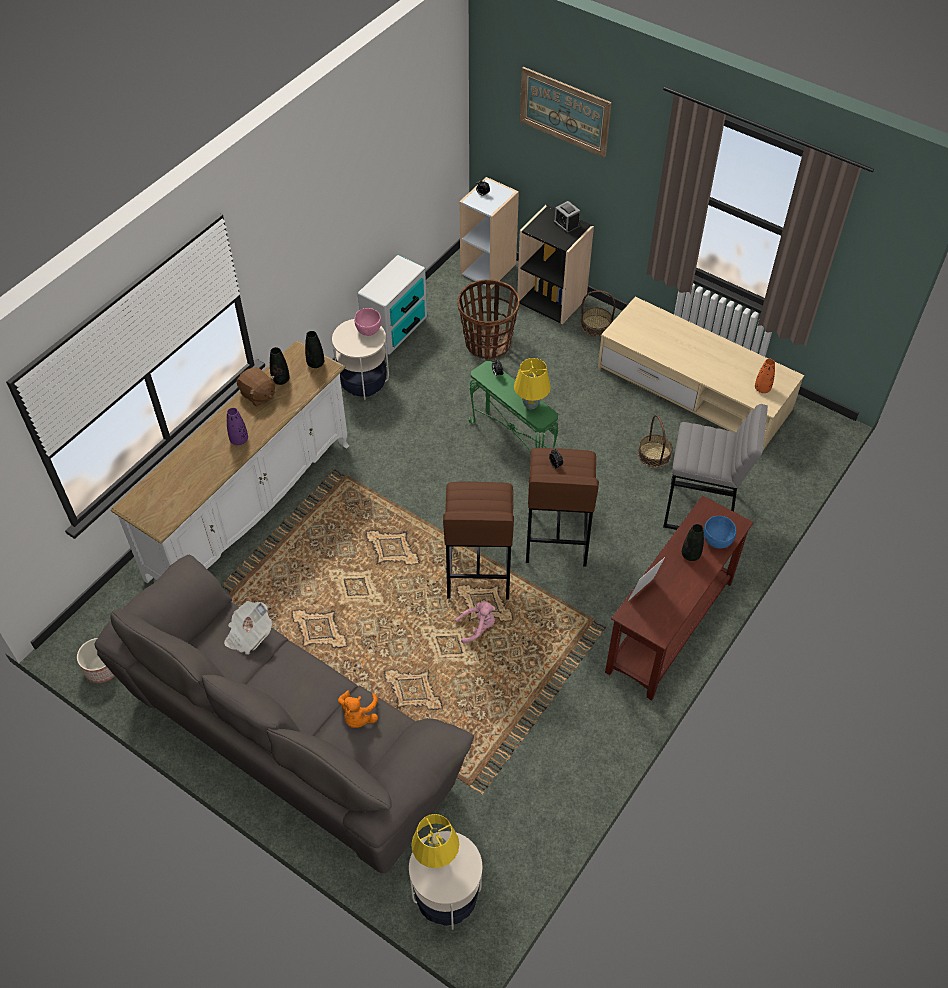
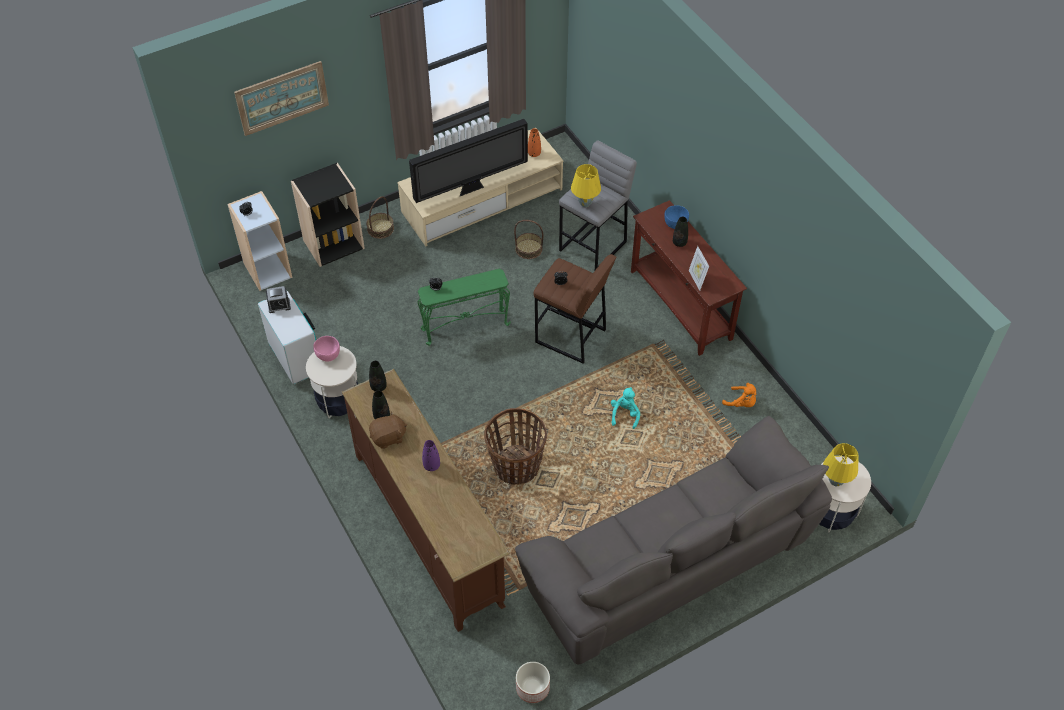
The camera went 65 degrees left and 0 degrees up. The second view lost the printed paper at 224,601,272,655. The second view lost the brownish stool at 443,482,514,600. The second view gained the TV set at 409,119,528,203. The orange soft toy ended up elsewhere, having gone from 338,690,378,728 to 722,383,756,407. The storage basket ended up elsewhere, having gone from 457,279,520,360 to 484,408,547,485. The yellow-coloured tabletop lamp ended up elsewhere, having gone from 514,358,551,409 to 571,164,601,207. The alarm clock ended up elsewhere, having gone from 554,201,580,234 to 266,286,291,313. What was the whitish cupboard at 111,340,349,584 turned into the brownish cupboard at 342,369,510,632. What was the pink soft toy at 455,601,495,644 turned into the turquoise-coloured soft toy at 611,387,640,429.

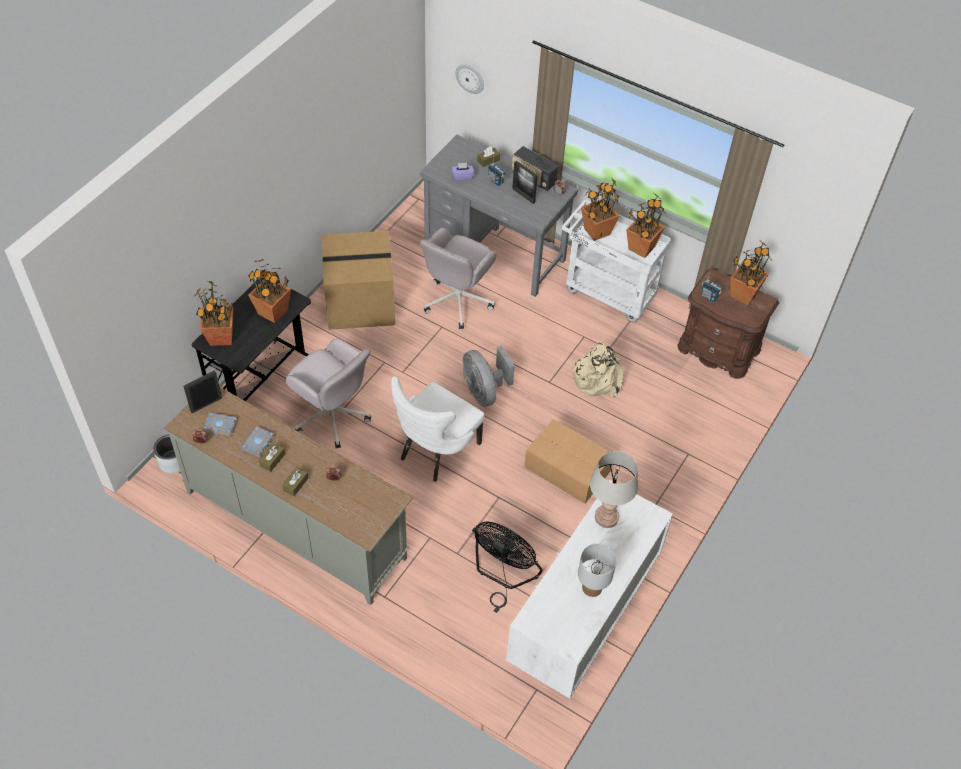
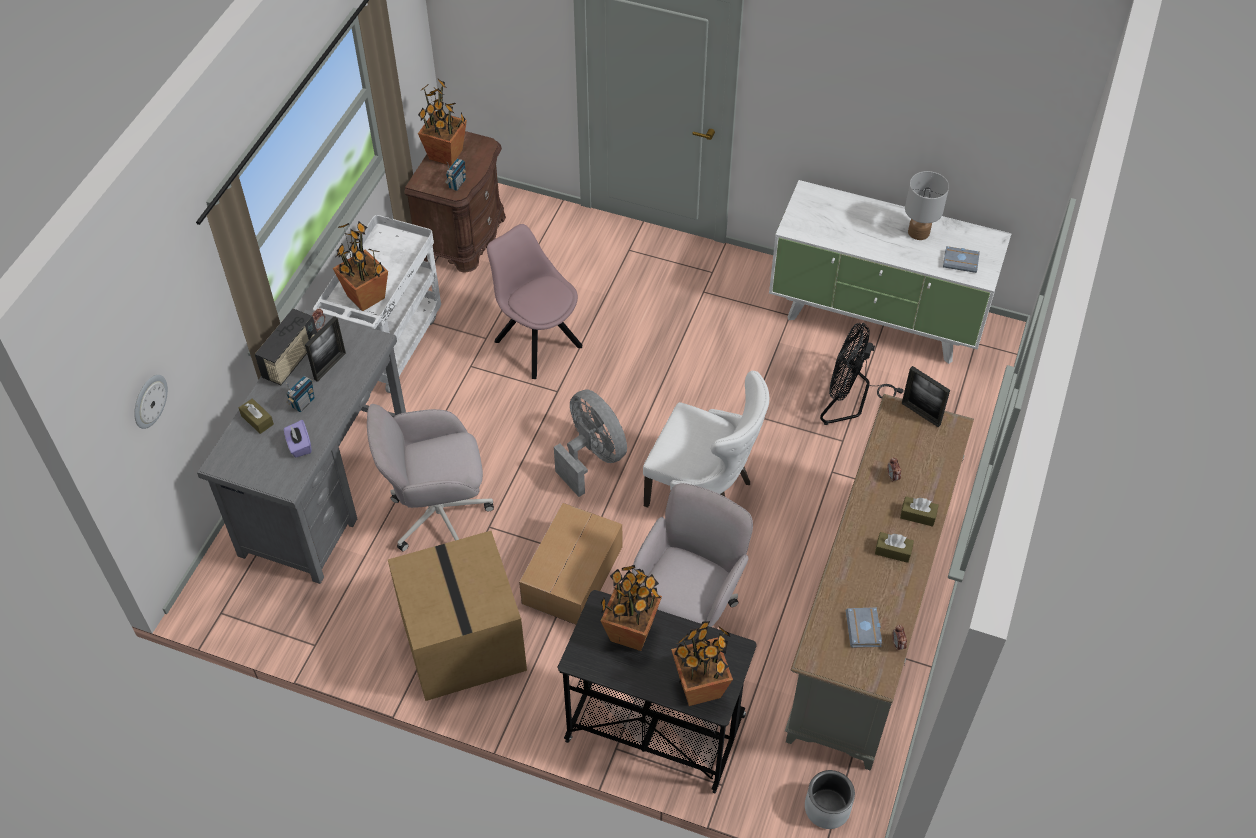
The camera went 100 degrees left and 0 degrees up. The second view lost the grey tabletop lamp at 590,451,638,528. The second view lost the potted plant at 626,194,665,258. The photo frame ended up elsewhere, having gone from 183,370,222,413 to 902,366,950,427. The grey volume ended up elsewhere, having gone from 241,426,275,458 to 943,246,980,273. The carton ended up elsewhere, having gone from 524,418,612,504 to 519,503,622,625. Where the beige backpack stood at 570,343,623,398, the pink upright chair came to stand at 487,224,582,379. The grey office chair at 420,227,497,329 ended up facing another way, 150 degrees clockwise from before. The grey cooling fan at 463,346,515,407 ended up facing another way, 90 degrees counterclockwise from before.

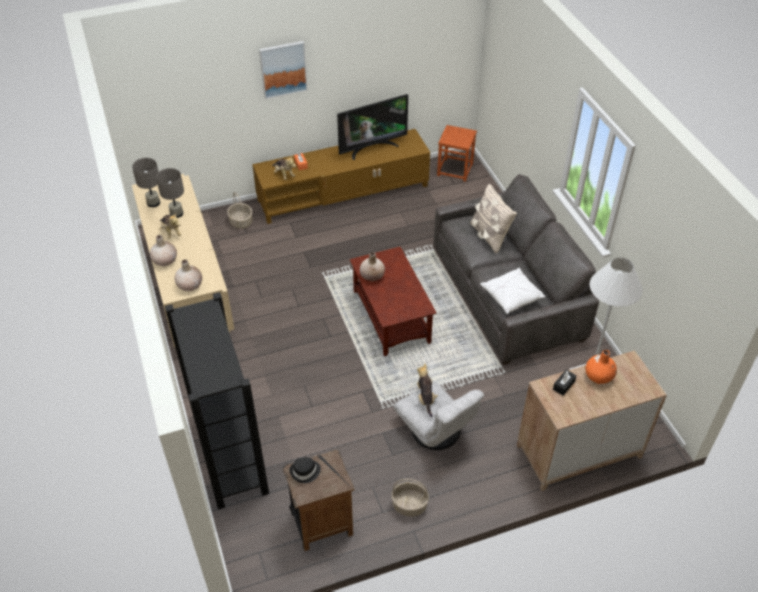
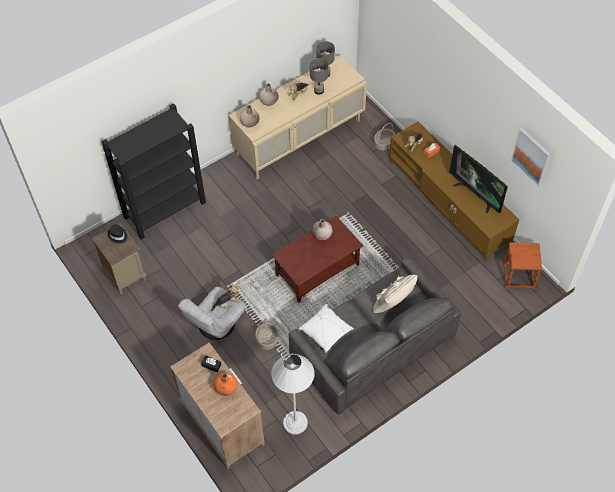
The camera went 75 degrees right and 10 degrees up. The wall art ended up elsewhere, having gone from 259,41,308,99 to 511,128,550,186. The storage basket ended up elsewhere, having gone from 391,479,429,516 to 255,319,279,350. What was the blackish night table at 283,450,355,551 turned into the beige night table at 92,223,147,294.

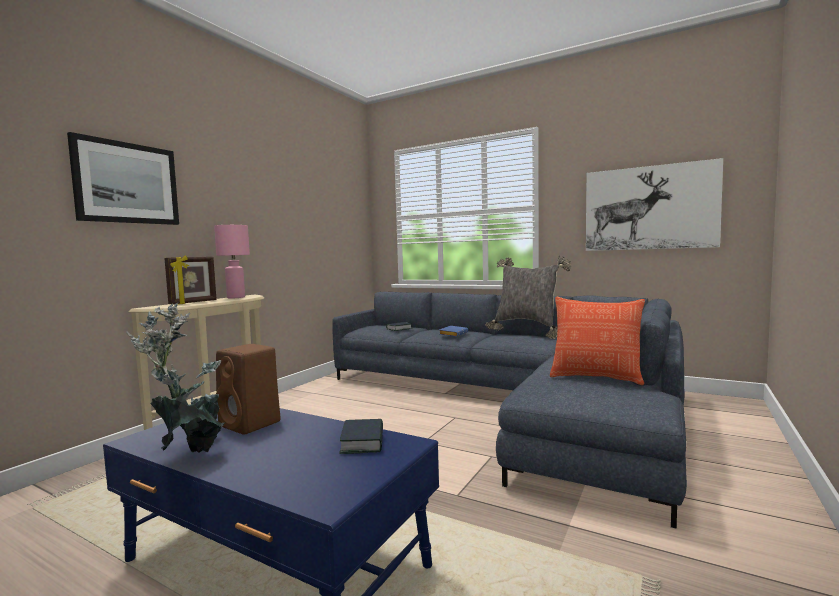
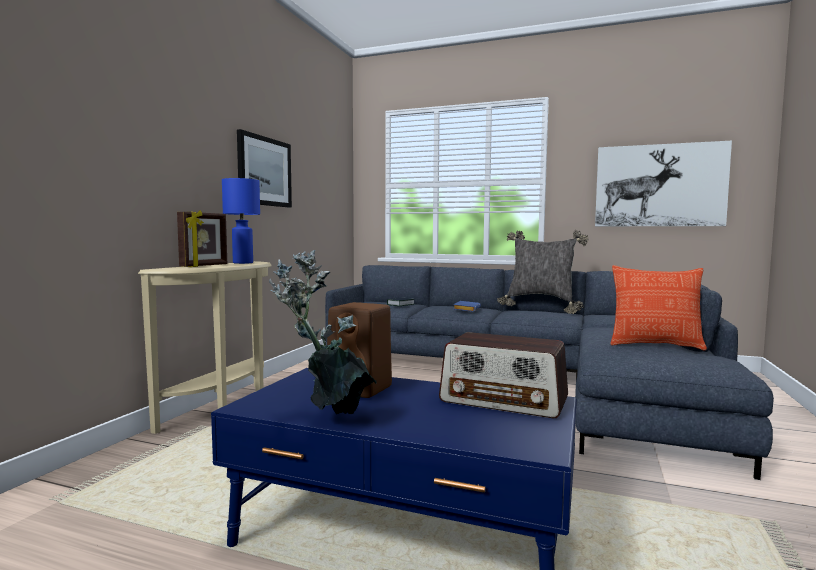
The camera went 10 degrees left and 0 degrees up. The wall art ended up elsewhere, having gone from 67,132,179,225 to 237,129,292,207. Where the volume stood at 339,419,383,454, the radio receiver came to stand at 439,332,568,418. What was the pink tabletop lamp at 214,225,250,299 turned into the blue tabletop lamp at 222,178,260,264.

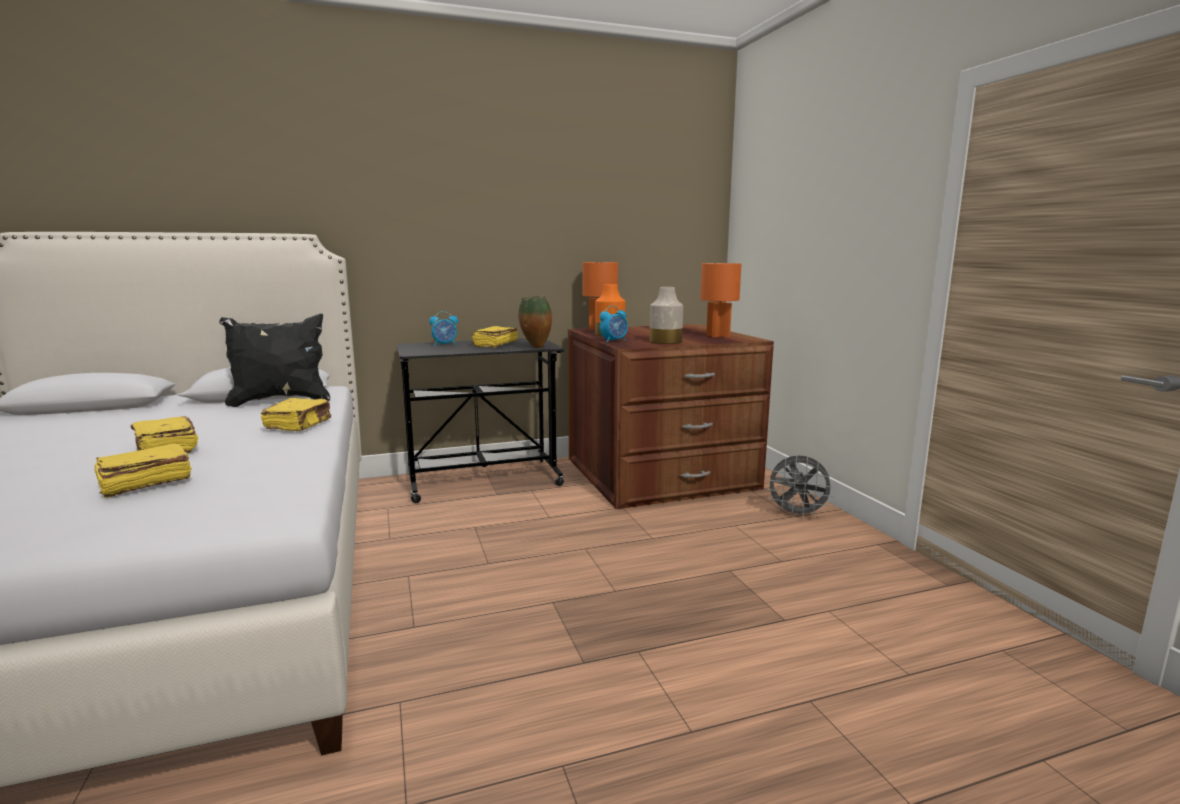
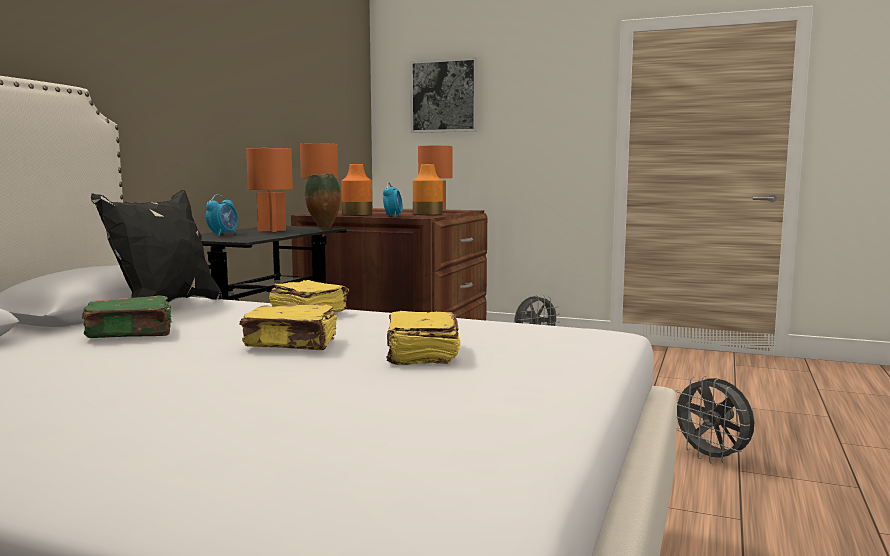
The camera went 50 degrees left and 5 degrees down. The second view gained the green-coloured volume at 82,295,171,338. The second view gained the wall art at 410,57,478,133. The second view gained the grey cooling fan at 675,376,754,463. Where the yellow-coloured volume stood at 472,326,518,348, the orange tabletop lamp came to stand at 246,148,293,232. What was the beige vase at 649,287,683,344 turned into the orange vase at 413,164,443,215.

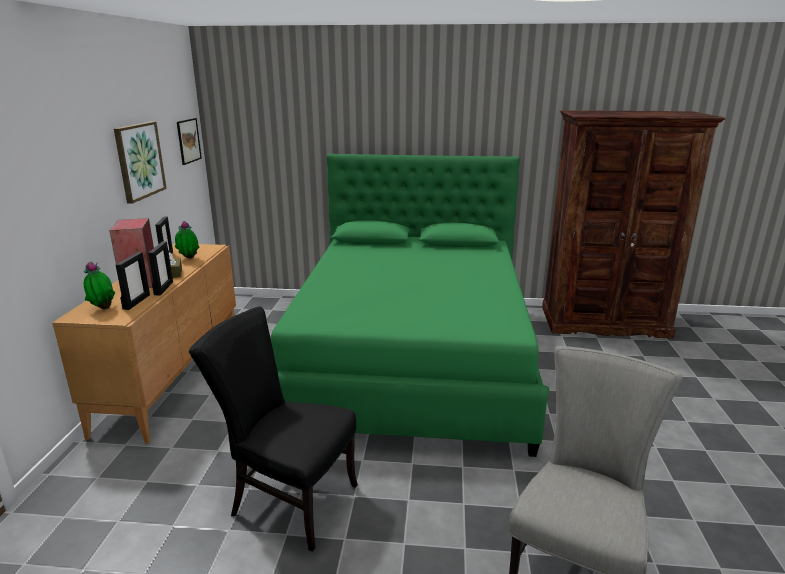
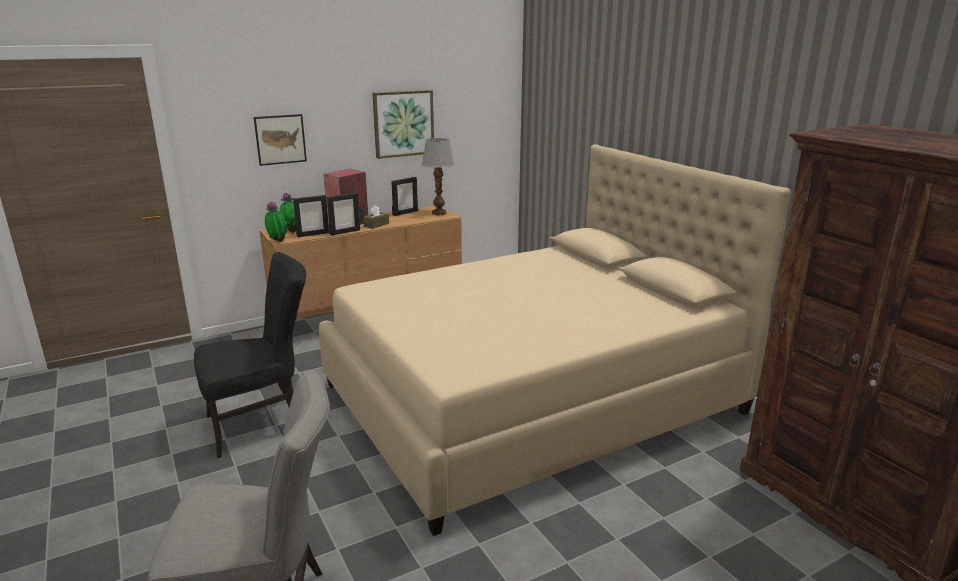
The camera went 55 degrees right and 0 degrees up. The second view gained the tabletop lamp at 422,138,454,215. The potted plant ended up elsewhere, having gone from 175,221,199,259 to 265,202,288,242. The wall art ended up elsewhere, having gone from 177,118,202,165 to 254,114,307,166. What was the green-coloured bed at 270,154,549,457 turned into the beige bed at 319,144,791,536. The blackish upright chair at 188,306,358,552 ended up facing another way, 75 degrees clockwise from before.

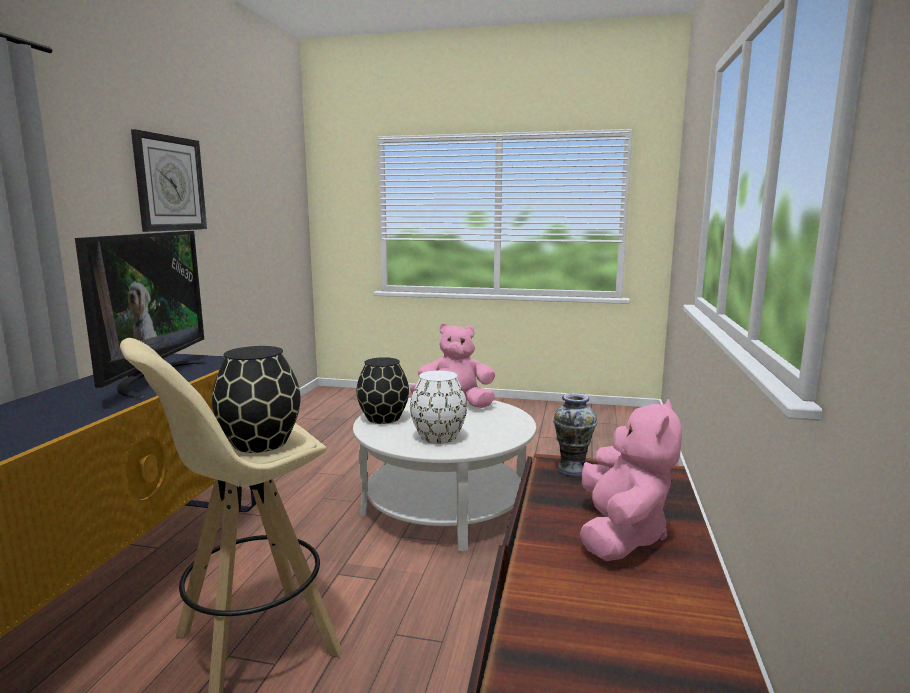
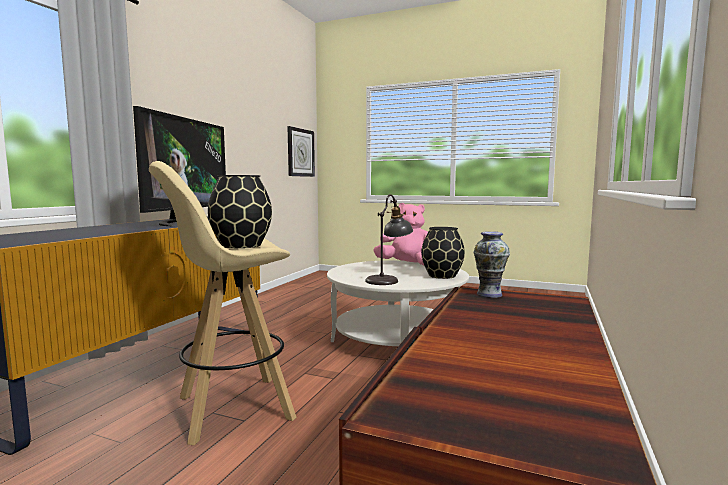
The camera went 10 degrees right and 5 degrees down. The second view lost the pink soft toy at 580,399,682,561. The hanging clock ended up elsewhere, having gone from 131,129,207,232 to 288,126,315,177. The blackish vase ended up elsewhere, having gone from 356,357,409,424 to 421,227,465,279. Where the whitish vase stood at 410,370,467,443, the grey tabletop lamp came to stand at 365,194,413,285.

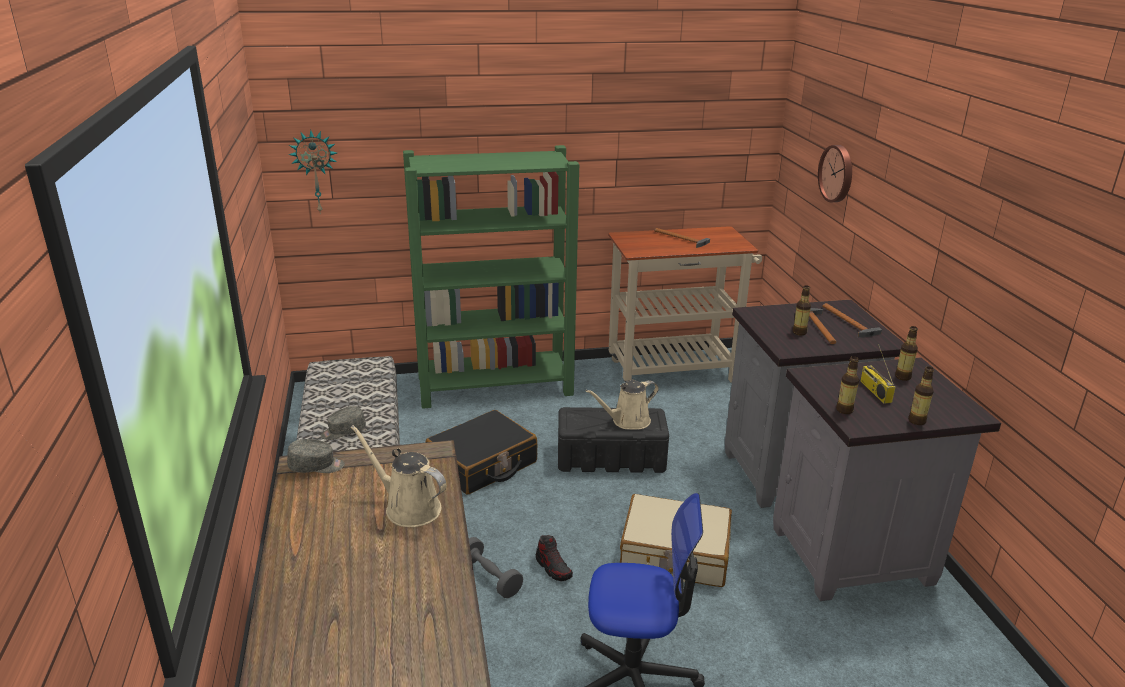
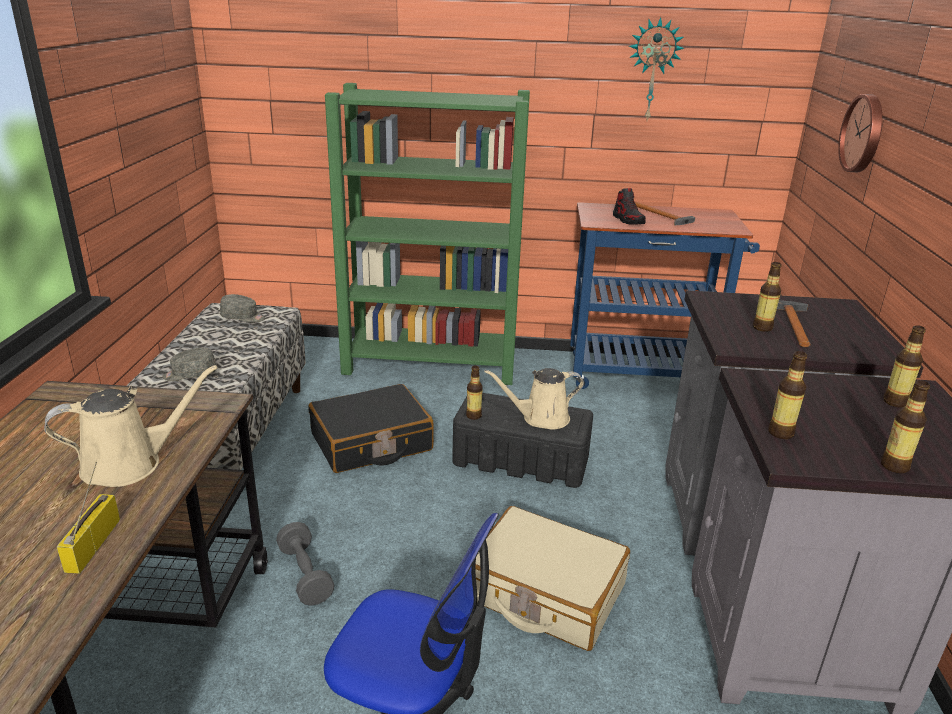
The camera went 15 degrees right and 0 degrees up. The second view lost the hammer at 822,303,882,338. The second view gained the beverage bottle at 466,365,483,420. The grey baseball cap ended up elsewhere, having gone from 287,439,345,473 to 220,294,265,323. The hanging clock ended up elsewhere, having gone from 288,130,337,214 to 629,17,685,120. The low shoe ended up elsewhere, having gone from 536,535,573,581 to 613,188,646,225. The radio receiver ended up elsewhere, having gone from 860,344,895,404 to 57,462,120,574. What was the beige cart at 608,226,762,382 turned into the blue cart at 570,202,760,389. The beige watering can at 351,425,446,527 ended up facing another way, 105 degrees clockwise from before.

